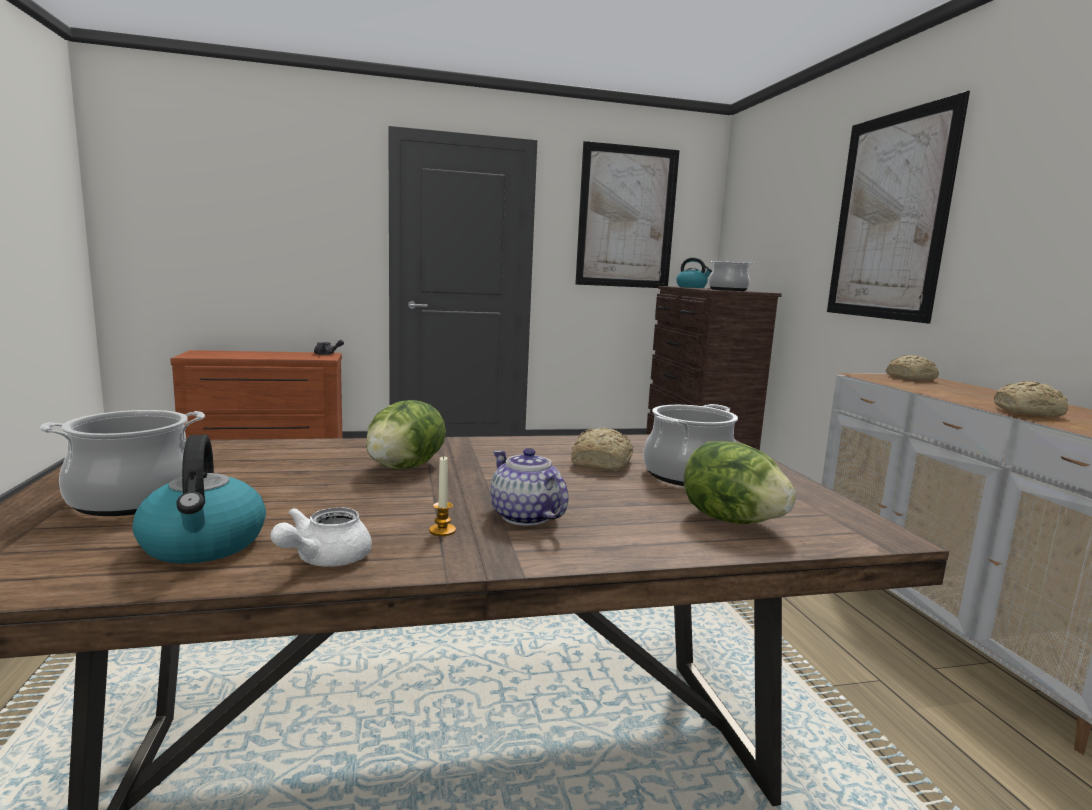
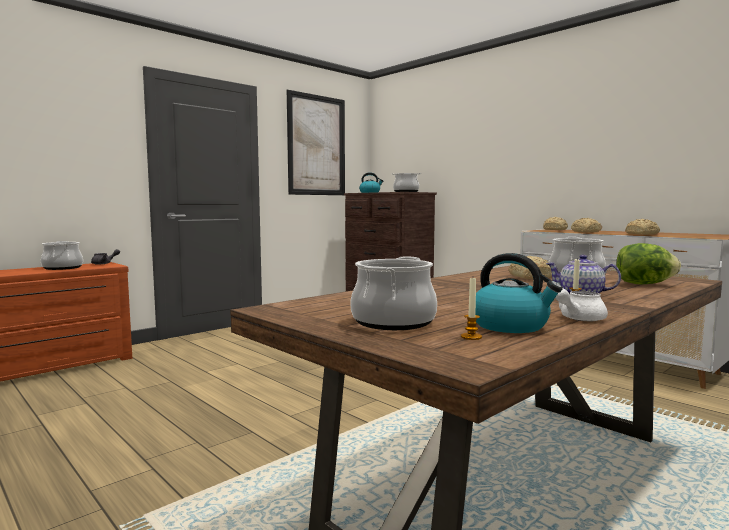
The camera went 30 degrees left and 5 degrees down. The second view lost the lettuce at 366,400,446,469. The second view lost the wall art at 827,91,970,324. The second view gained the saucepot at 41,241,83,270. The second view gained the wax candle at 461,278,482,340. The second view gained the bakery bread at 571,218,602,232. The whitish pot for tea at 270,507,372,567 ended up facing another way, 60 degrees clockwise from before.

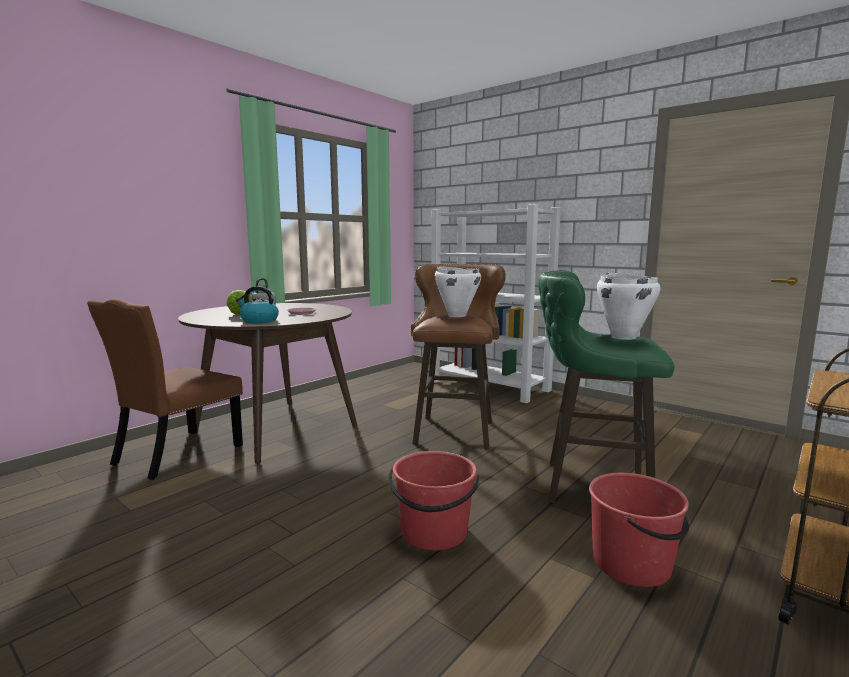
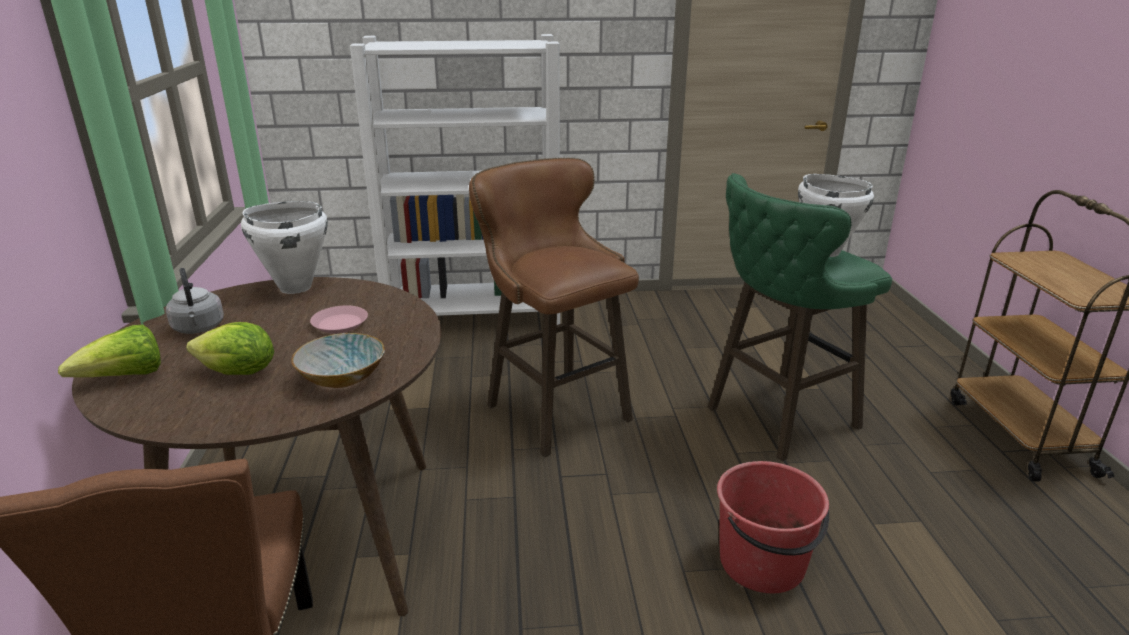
The camera went 45 degrees left and 15 degrees up. The second view lost the reddish bucket at 589,473,689,587. The second view gained the lettuce at 58,325,161,377. The whitish saucepot ended up elsewhere, having gone from 435,266,481,317 to 241,201,328,294. Where the kettle stood at 236,286,279,323, the deep dish came to stand at 291,333,385,388.

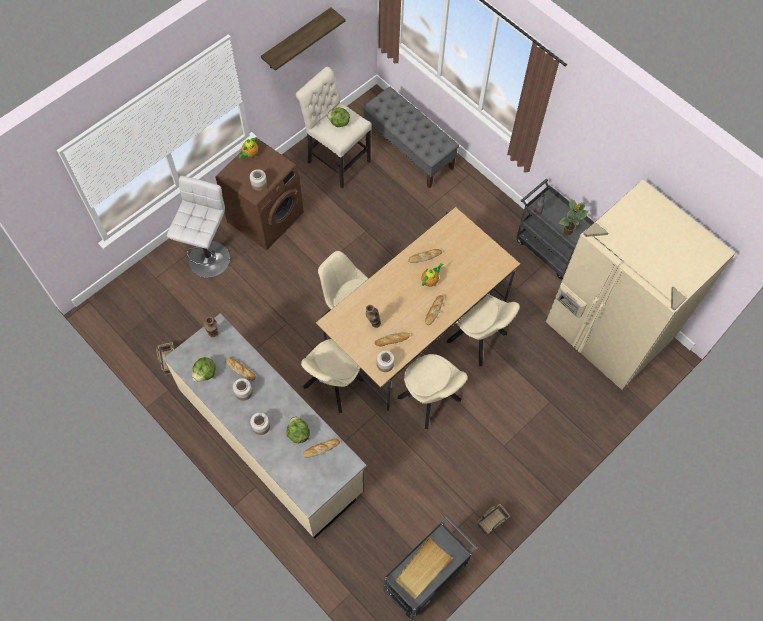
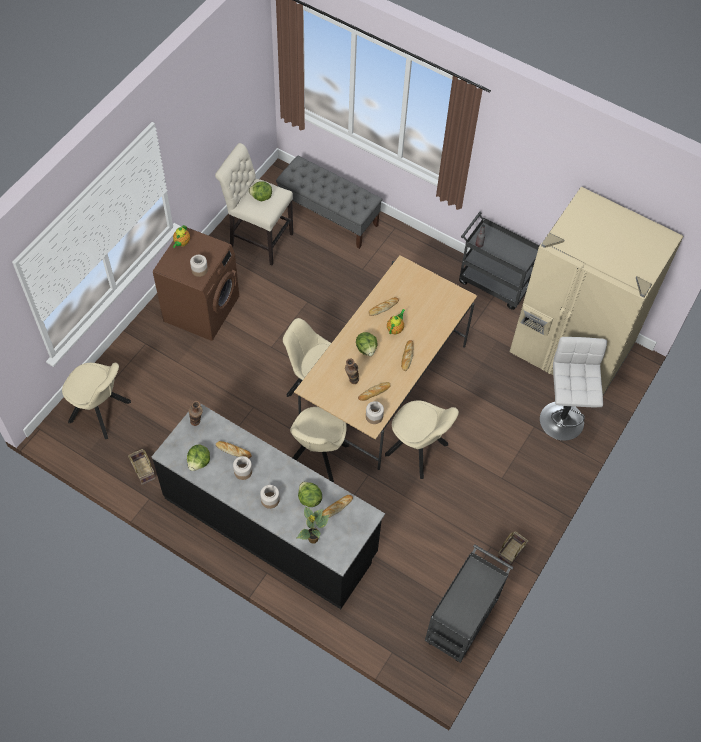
The camera went 15 degrees left and 5 degrees down. The second view lost the wall shelf at 261,7,345,71. The second view lost the beige tray at 395,537,453,599. The second view gained the lettuce at 356,332,377,356. The whitish stool ended up elsewhere, having gone from 167,176,230,277 to 540,337,607,441. The beige upright chair ended up elsewhere, having gone from 447,294,520,366 to 62,363,131,439. The potted plant ended up elsewhere, having gone from 559,199,589,235 to 297,506,329,544. What was the beige kitchen base unit at 163,313,367,539 turned into the blackish kitchen base unit at 152,403,385,609.

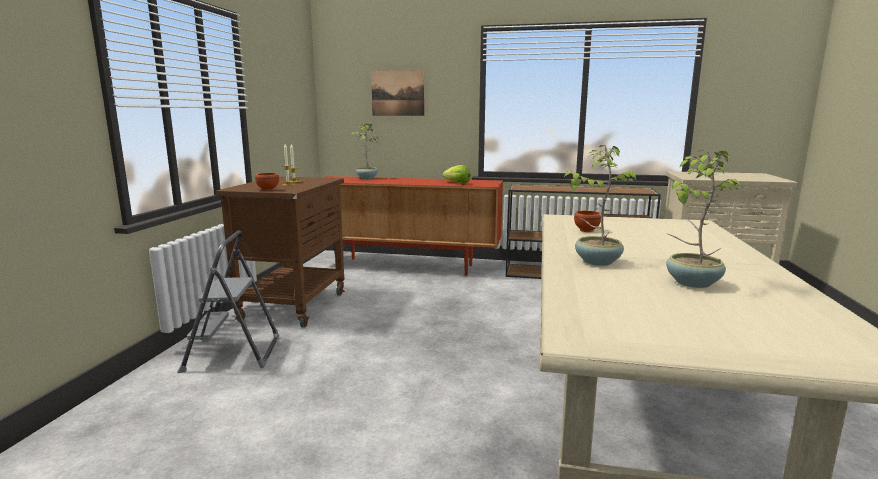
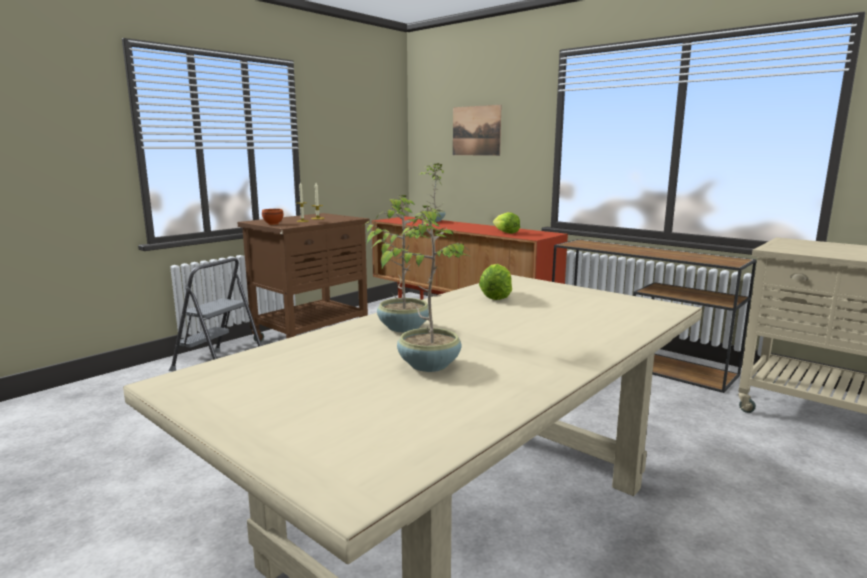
The camera went 30 degrees right and 0 degrees up. Where the brownish deep dish stood at 574,211,601,232, the lettuce came to stand at 479,264,512,300.

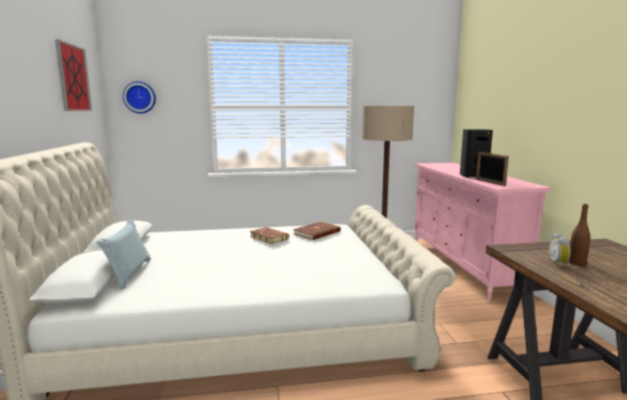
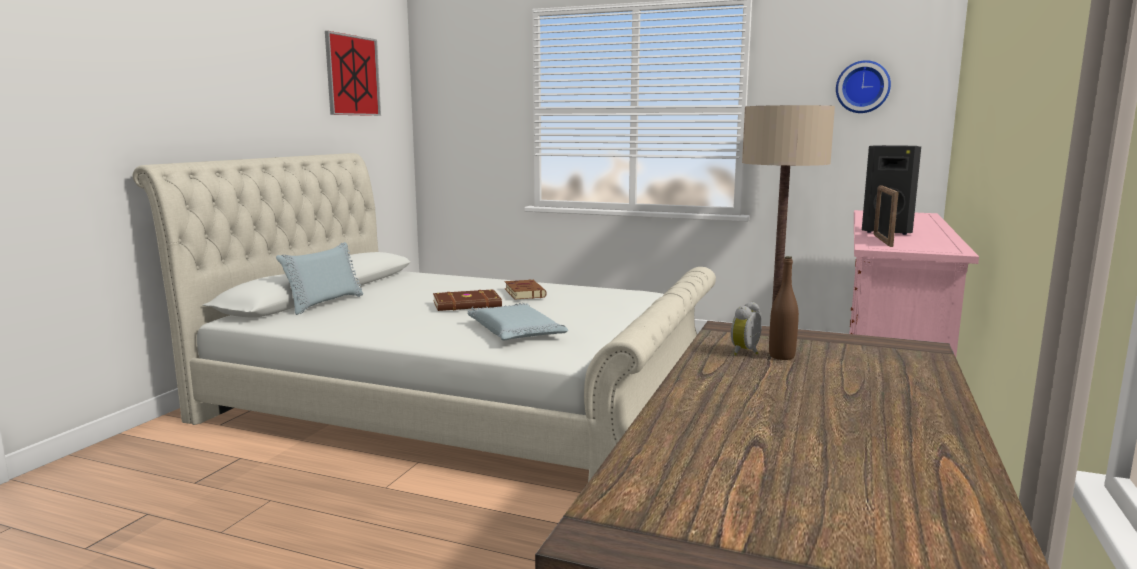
The camera went 30 degrees right and 0 degrees up. The second view gained the blue throw pillow at 467,303,568,340. The hanging clock ended up elsewhere, having gone from 123,81,156,114 to 836,60,891,113. The brownish volume ended up elsewhere, having gone from 293,222,341,240 to 433,290,502,311.

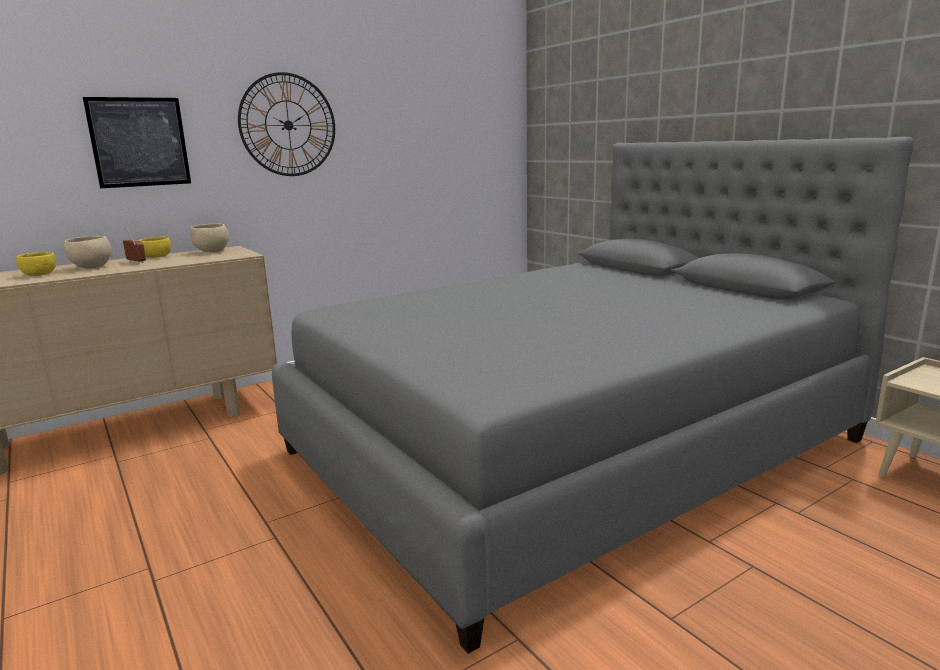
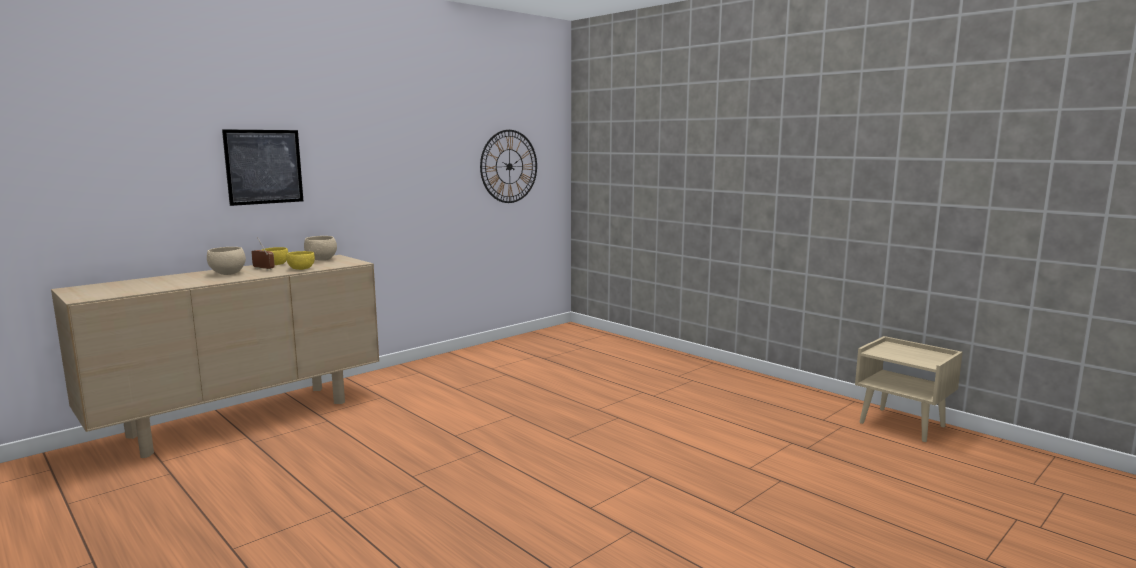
The camera went 10 degrees left and 5 degrees down. The second view lost the grey bed at 272,137,914,654. The yellow-coloured deep dish ended up elsewhere, having gone from 16,252,56,276 to 287,251,315,270. The hanging clock ended up elsewhere, having gone from 238,72,335,176 to 480,130,537,203.

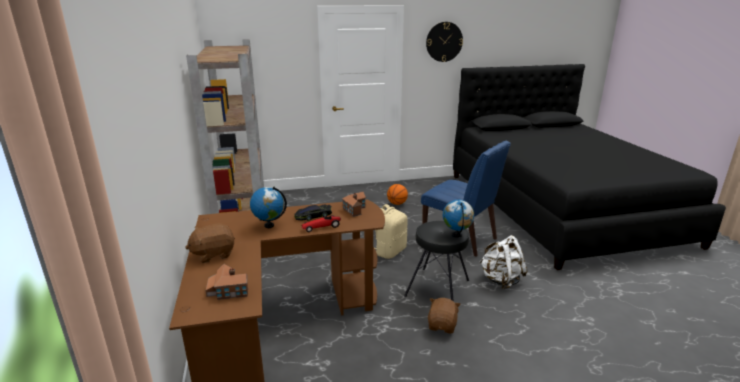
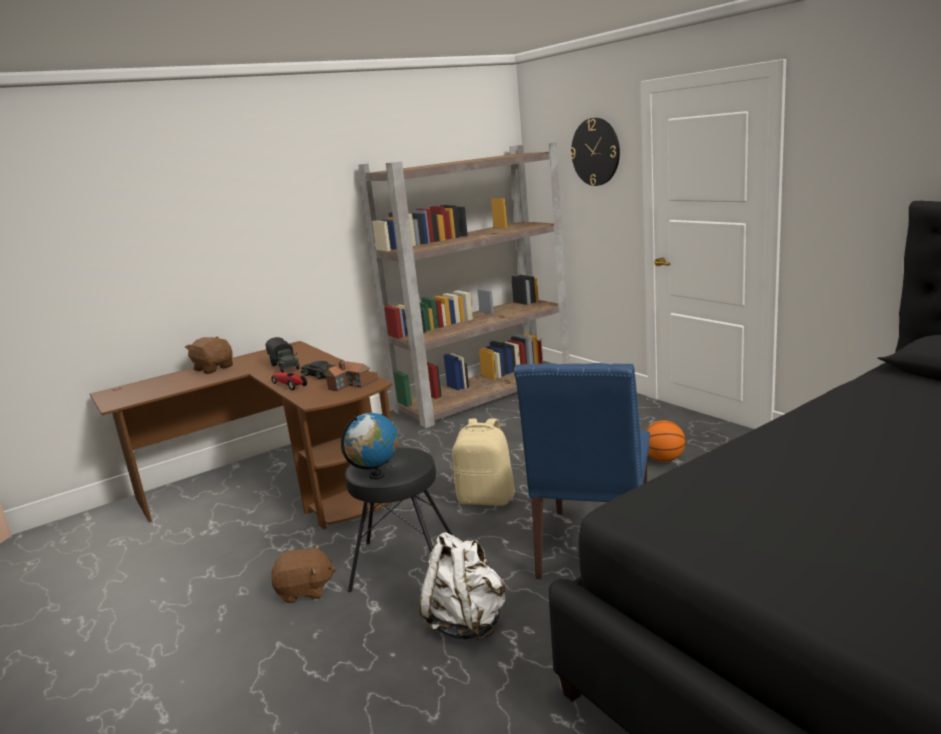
The camera went 70 degrees right and 5 degrees down. The second view lost the toy house at 205,264,248,300. The hanging clock ended up elsewhere, having gone from 426,22,463,62 to 570,118,620,186. Where the desk globe stood at 250,187,287,228, the toy lorry came to stand at 266,337,299,373.

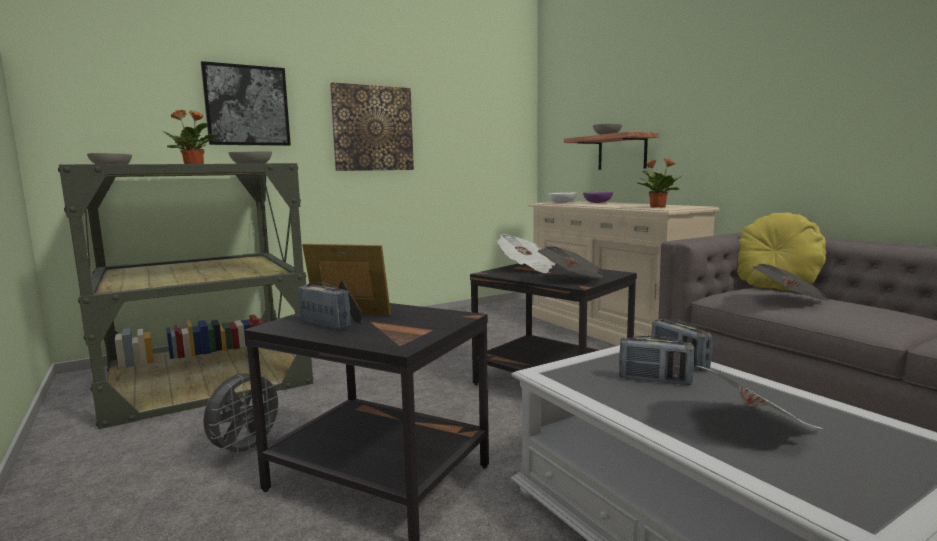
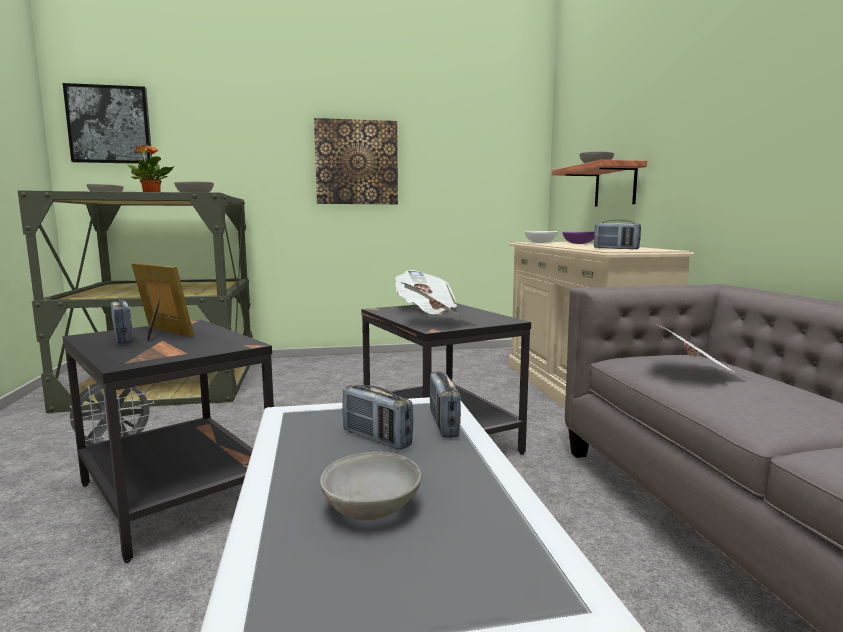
The camera went 20 degrees right and 0 degrees up. The second view lost the yellow-coloured throw pillow at 737,213,826,291. The wall art ended up elsewhere, having gone from 201,61,291,146 to 63,83,152,164. Where the potted plant stood at 637,158,682,208, the radio receiver came to stand at 594,220,641,250. Where the printed paper stood at 690,364,823,429, the grey deep dish came to stand at 320,452,421,521.

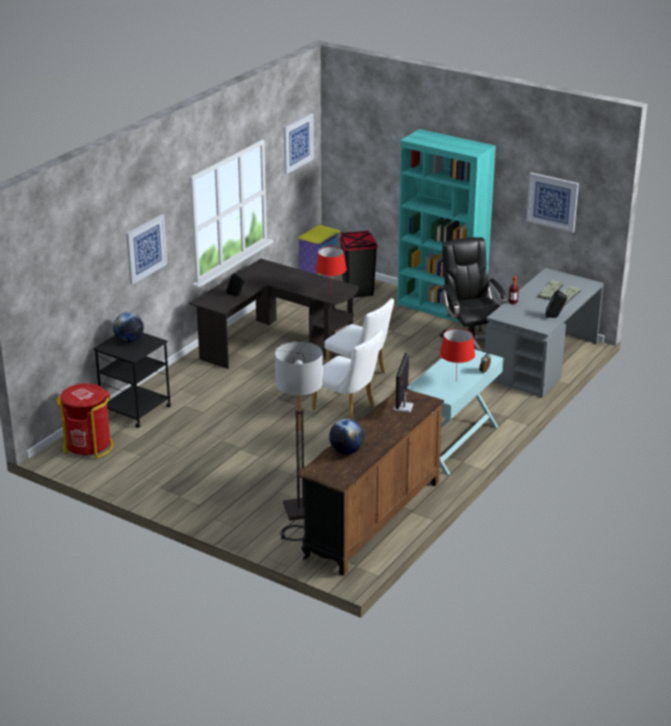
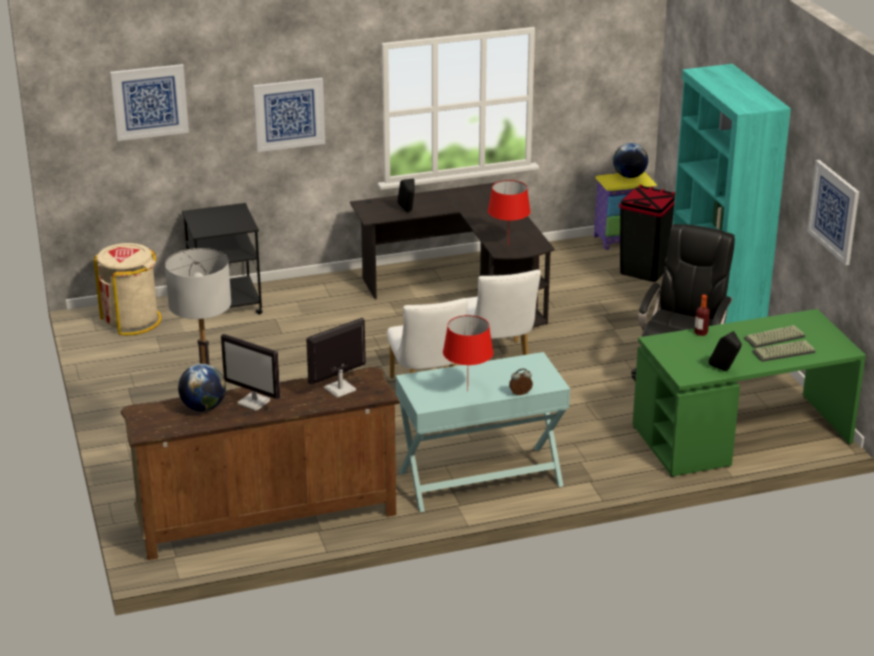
The camera went 40 degrees right and 0 degrees up. The second view gained the monitor at 221,334,280,411. The desk globe ended up elsewhere, having gone from 113,312,144,343 to 613,143,648,178. The wall art ended up elsewhere, having gone from 284,113,314,174 to 110,64,189,141. What was the reddish rubbish bin at 56,383,114,458 turned into the beige rubbish bin at 94,243,162,335. What was the blackish cupboard at 298,389,444,576 turned into the beige cupboard at 121,367,400,560. What was the grey desk at 485,268,604,397 turned into the green-coloured desk at 632,309,866,477.

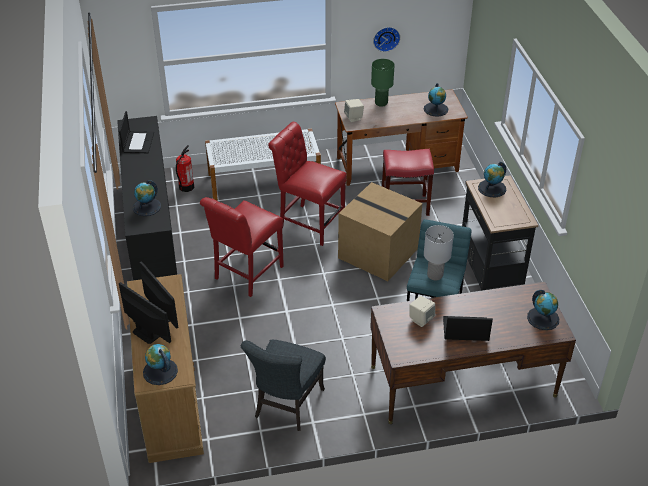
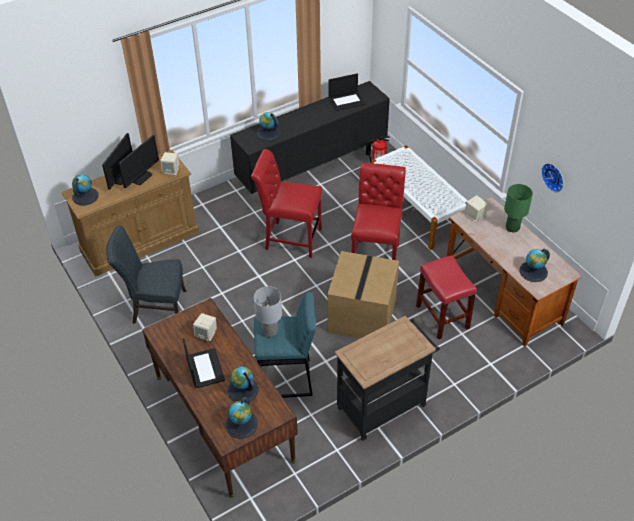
The camera went 70 degrees right and 5 degrees up. The second view gained the beige loudspeaker at 160,152,180,175. The desk globe ended up elsewhere, having gone from 478,162,506,197 to 227,366,259,402.

